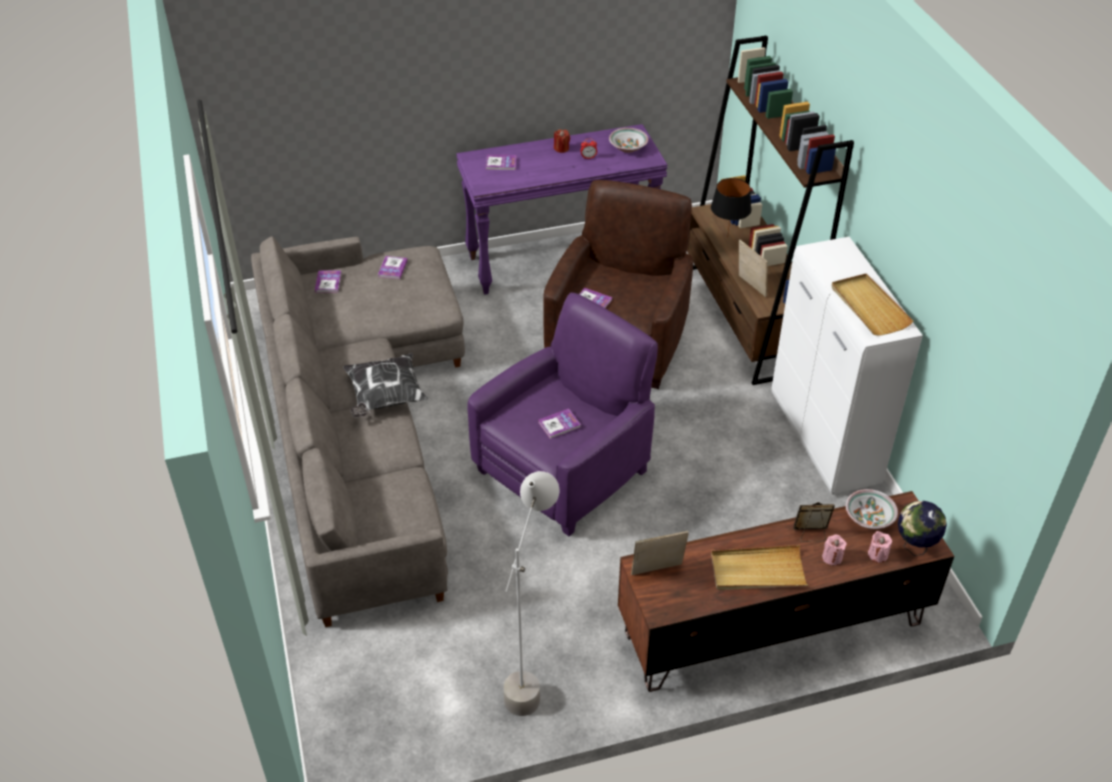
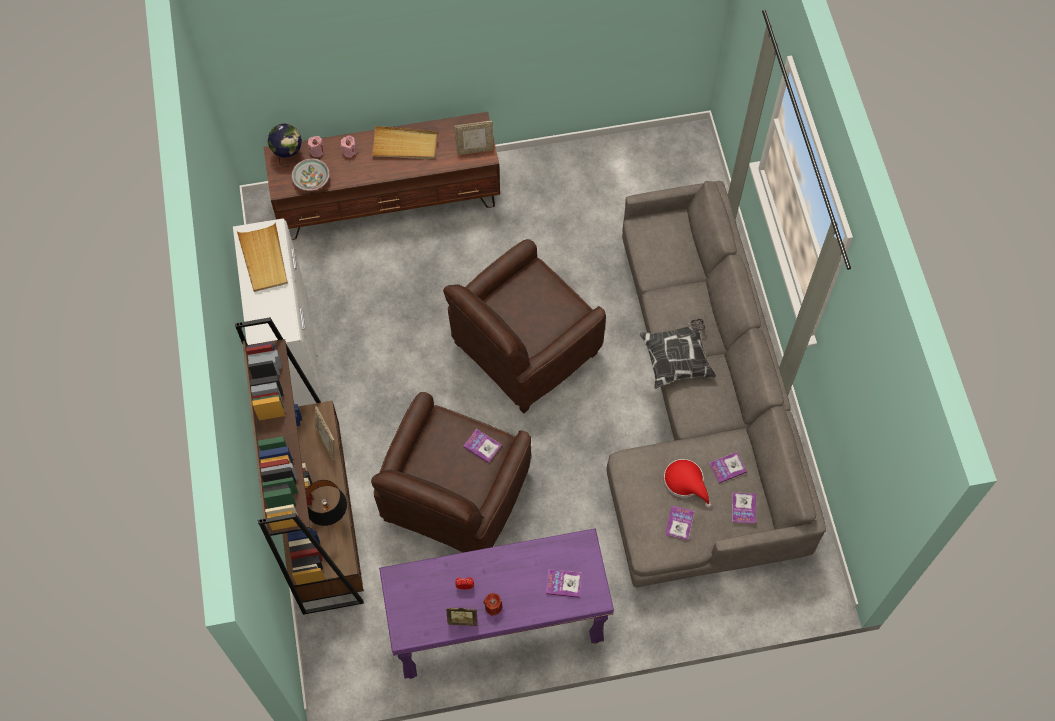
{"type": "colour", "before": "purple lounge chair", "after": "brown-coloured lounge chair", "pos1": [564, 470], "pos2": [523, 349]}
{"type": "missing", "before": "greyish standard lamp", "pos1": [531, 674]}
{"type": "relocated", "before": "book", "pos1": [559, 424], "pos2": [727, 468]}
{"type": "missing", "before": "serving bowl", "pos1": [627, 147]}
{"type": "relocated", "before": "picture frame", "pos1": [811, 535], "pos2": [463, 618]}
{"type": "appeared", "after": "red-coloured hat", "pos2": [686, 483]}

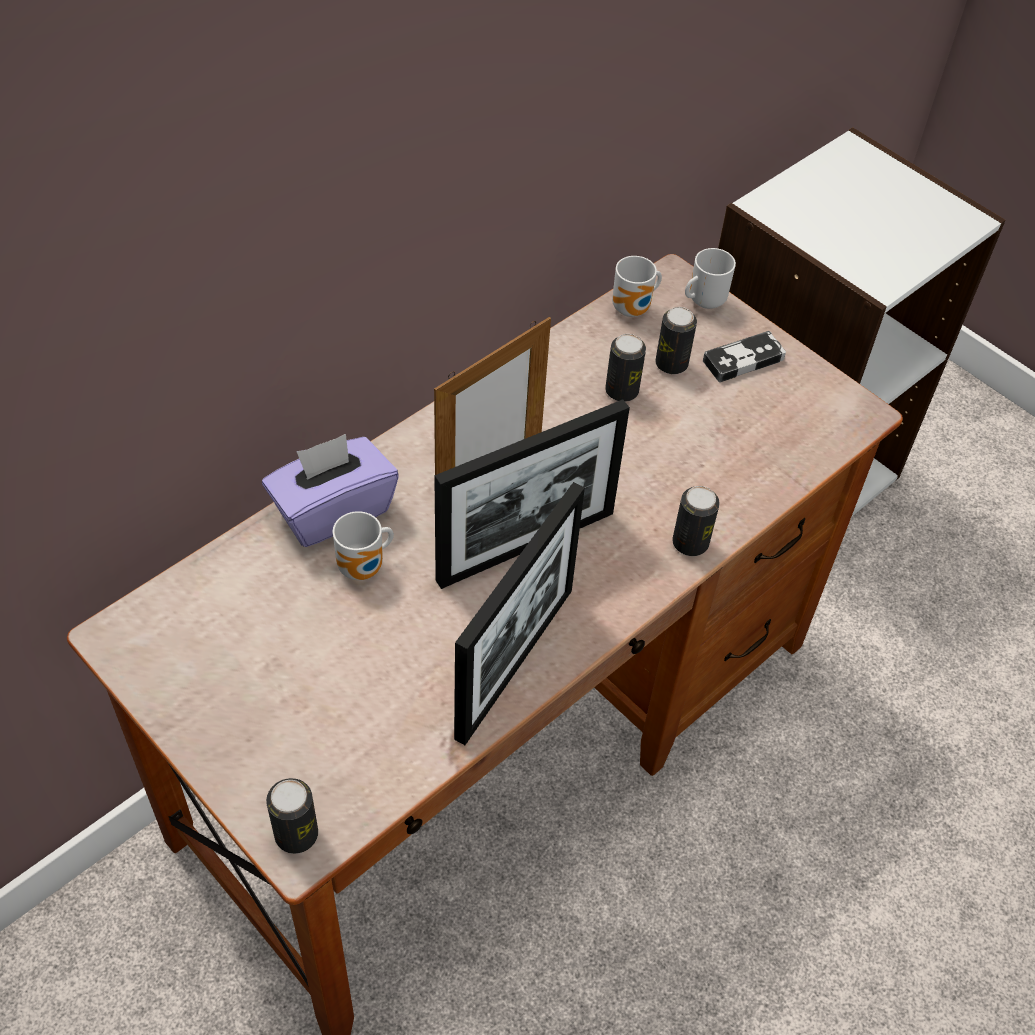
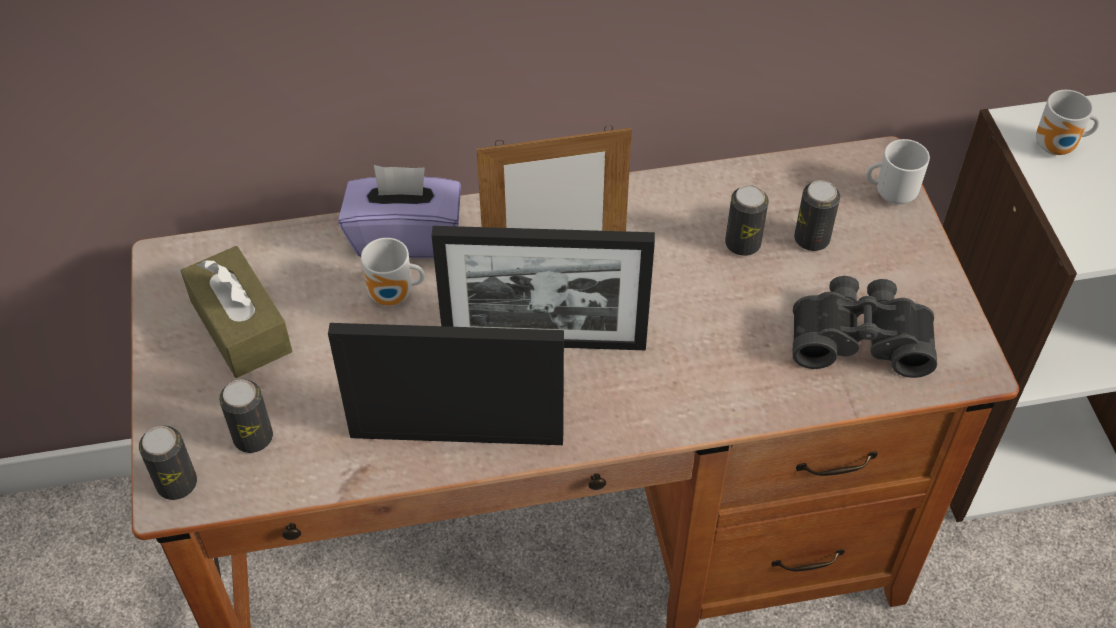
{"type": "spun", "before": "picture frame", "pos1": [515, 662], "pos2": [456, 436], "turn": -150}
{"type": "relocated", "before": "tea mug", "pos1": [634, 309], "pos2": [1057, 148]}
{"type": "relocated", "before": "can", "pos1": [690, 543], "pos2": [253, 437]}
{"type": "missing", "before": "joypad", "pos1": [743, 360]}
{"type": "appeared", "after": "brown-coloured tissue holder", "pos2": [240, 326]}
{"type": "appeared", "after": "black pair of binoculars", "pos2": [859, 337]}

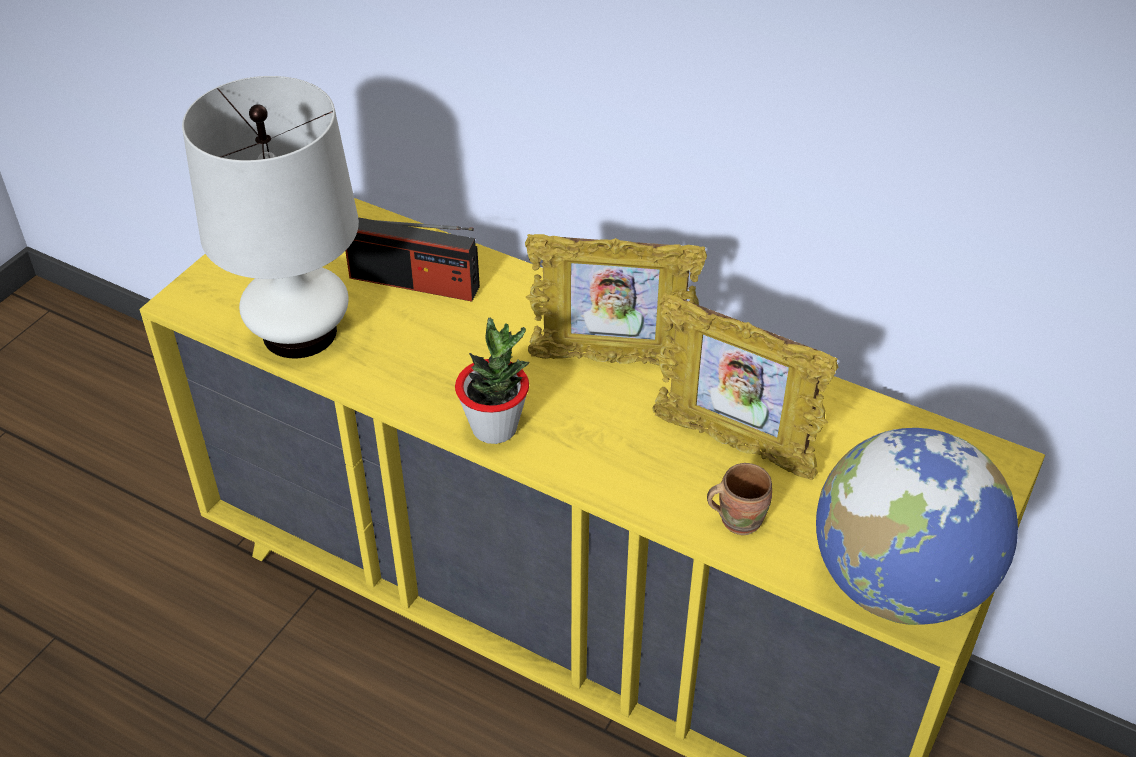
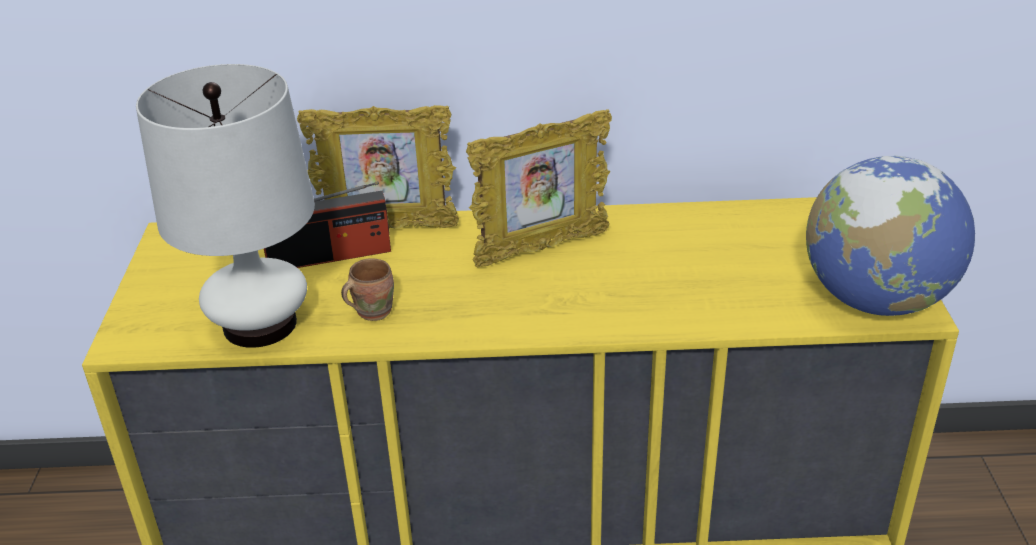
{"type": "missing", "before": "potted plant", "pos1": [495, 428]}
{"type": "relocated", "before": "picture frame", "pos1": [733, 446], "pos2": [387, 228]}
{"type": "relocated", "before": "brown-coloured tea mug", "pos1": [738, 518], "pos2": [371, 311]}

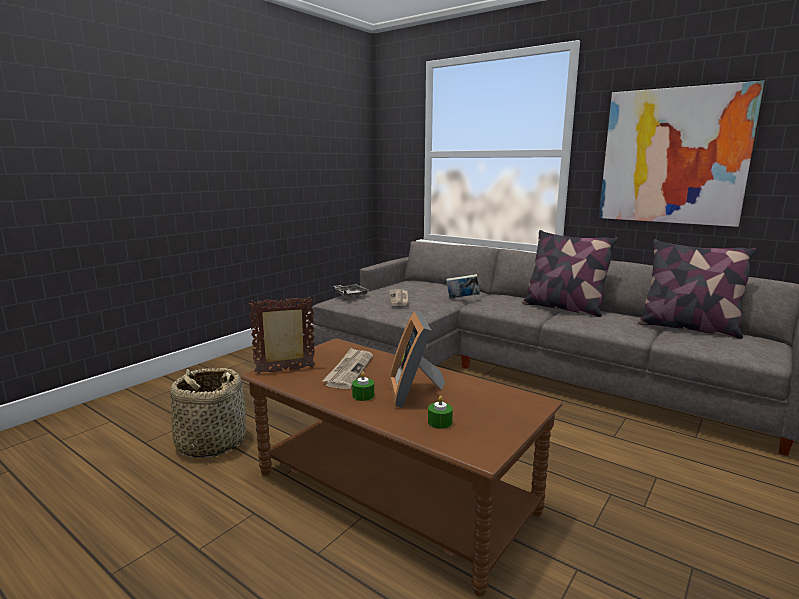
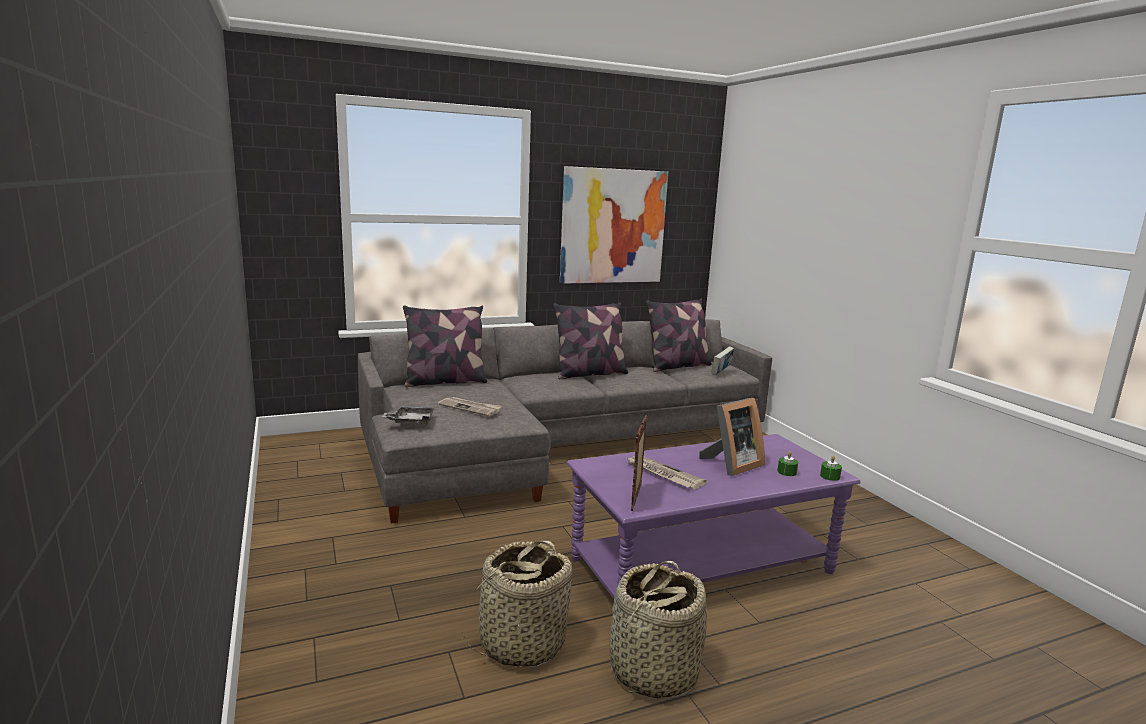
{"type": "colour", "before": "brown-coloured low table", "after": "purple low table", "pos1": [393, 493], "pos2": [702, 565]}
{"type": "relocated", "before": "green candle", "pos1": [363, 395], "pos2": [830, 476]}
{"type": "spun", "before": "picture frame", "pos1": [415, 392], "pos2": [731, 465], "turn": -60}
{"type": "relocated", "before": "book", "pos1": [462, 298], "pos2": [721, 372]}
{"type": "appeared", "after": "cushion", "pos2": [445, 382]}
{"type": "appeared", "after": "basket", "pos2": [652, 671]}

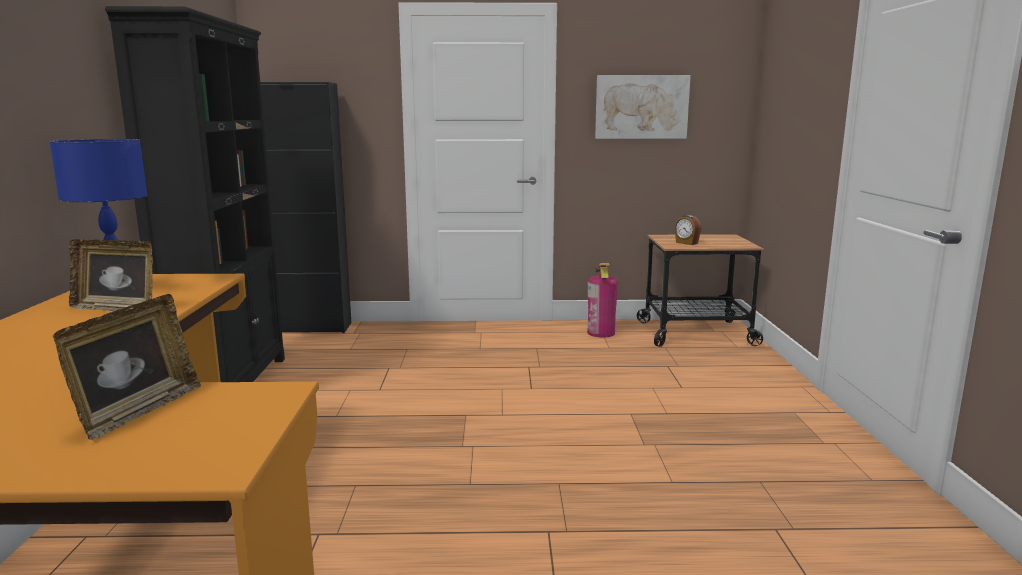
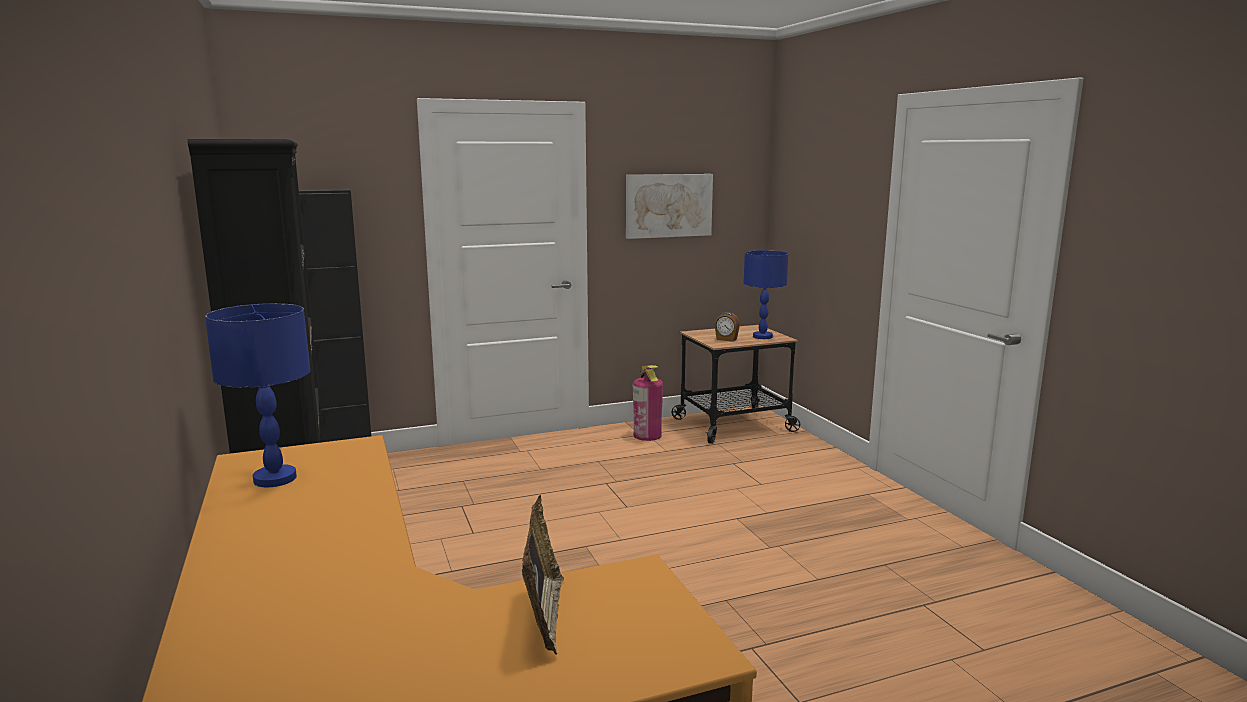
{"type": "missing", "before": "picture frame", "pos1": [117, 309]}
{"type": "appeared", "after": "blue table lamp", "pos2": [762, 337]}

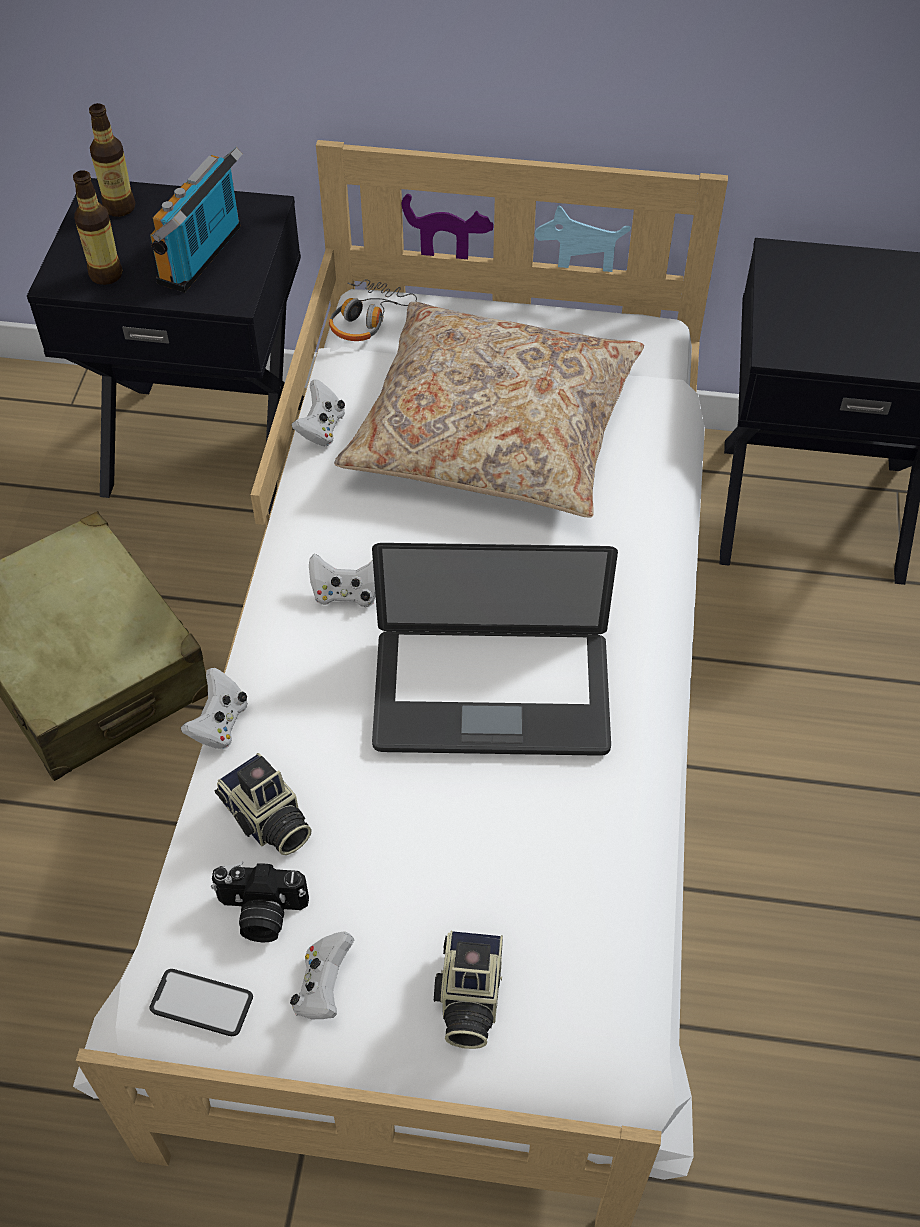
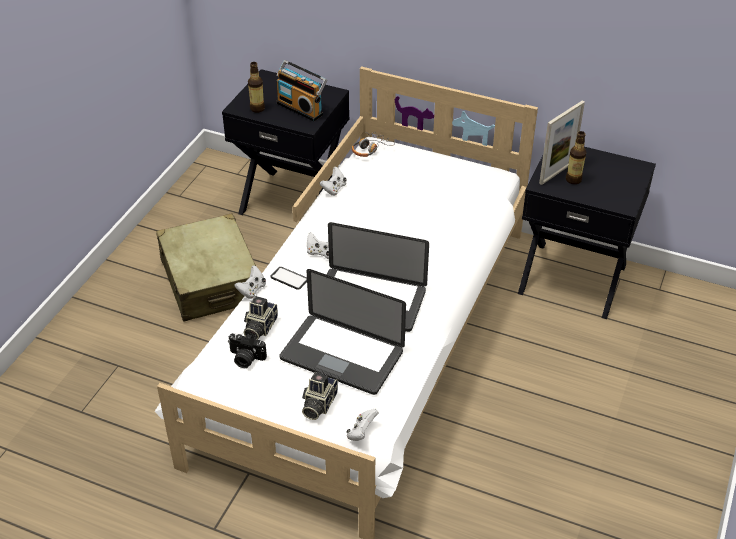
{"type": "relocated", "before": "bottle", "pos1": [120, 207], "pos2": [573, 180]}
{"type": "spun", "before": "radio receiver", "pos1": [205, 256], "pos2": [301, 108], "turn": -90}
{"type": "relocated", "before": "telephone", "pos1": [201, 1003], "pos2": [289, 278]}
{"type": "spun", "before": "still camera", "pos1": [266, 821], "pos2": [259, 327], "turn": 45}
{"type": "relocated", "before": "whitish joypad", "pos1": [323, 987], "pos2": [361, 432]}
{"type": "missing", "before": "sand-coloured cushion", "pos1": [494, 431]}
{"type": "appeared", "after": "portable computer", "pos2": [342, 355]}
{"type": "appeared", "after": "picture frame", "pos2": [557, 172]}

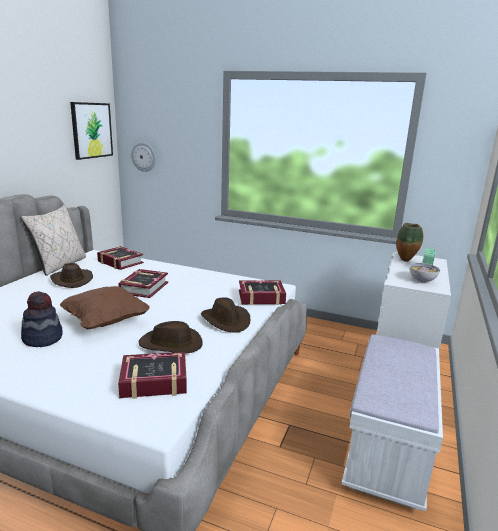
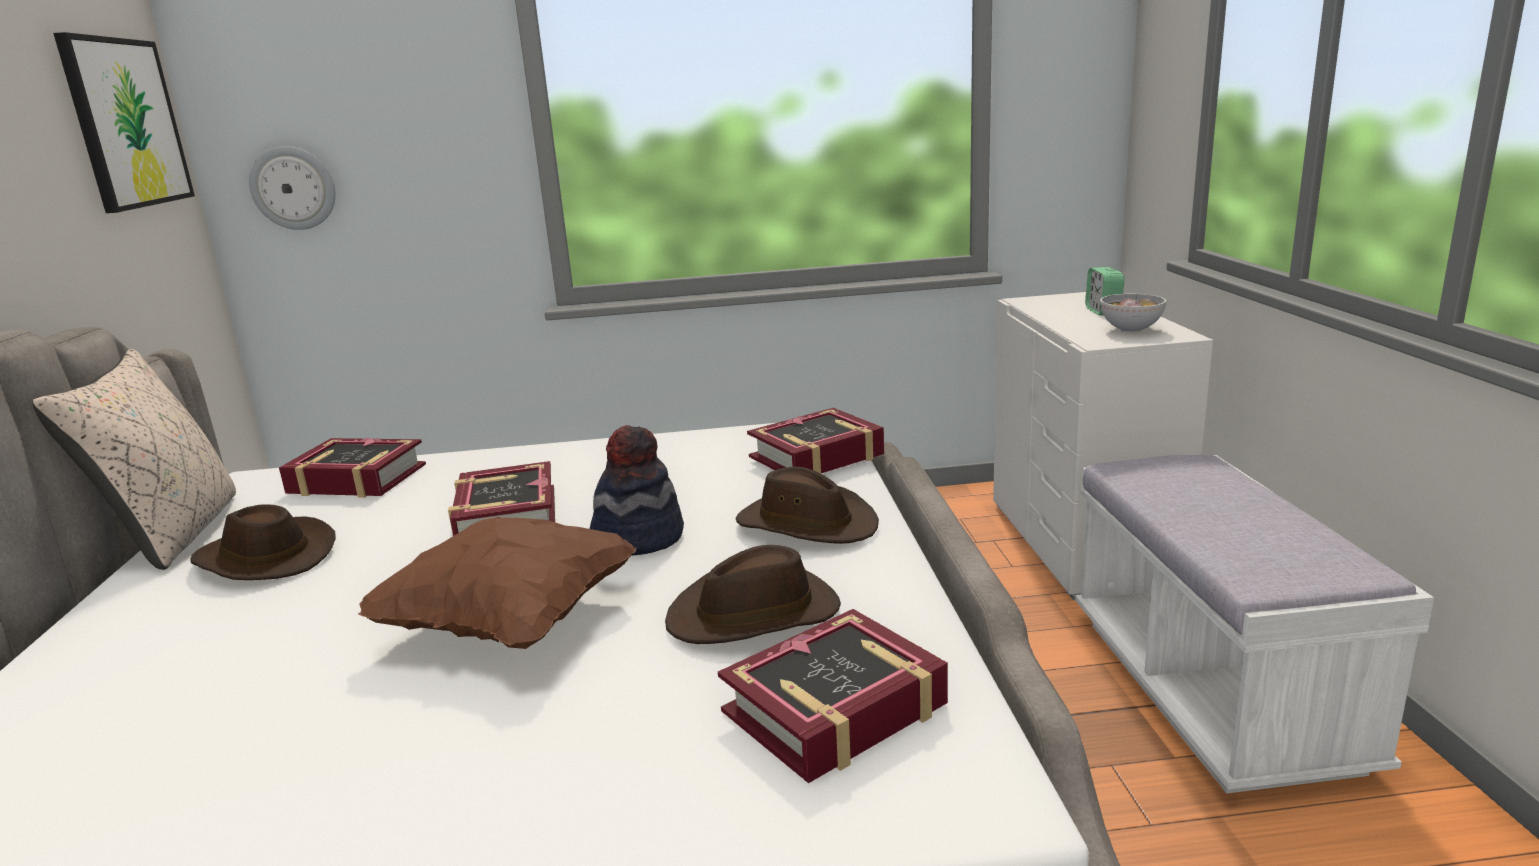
{"type": "relocated", "before": "hat", "pos1": [42, 338], "pos2": [638, 538]}
{"type": "missing", "before": "vase", "pos1": [406, 261]}

